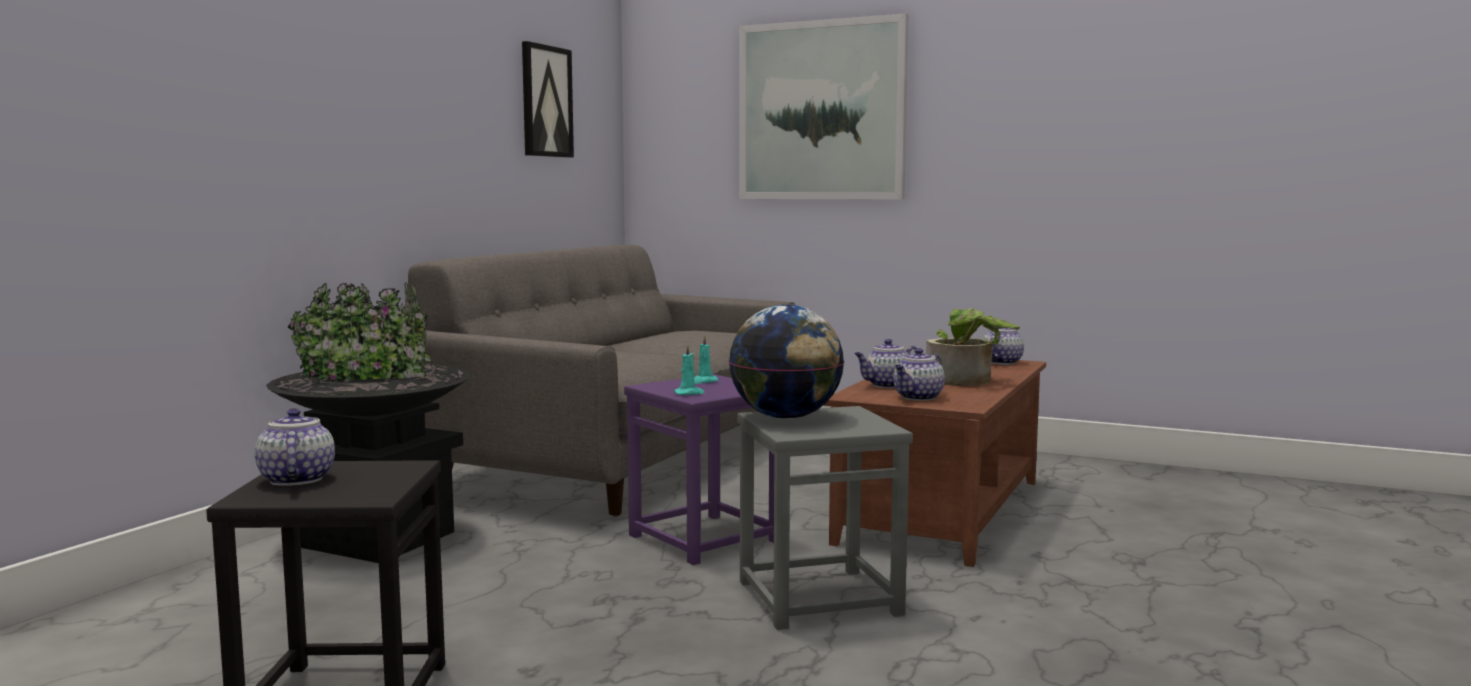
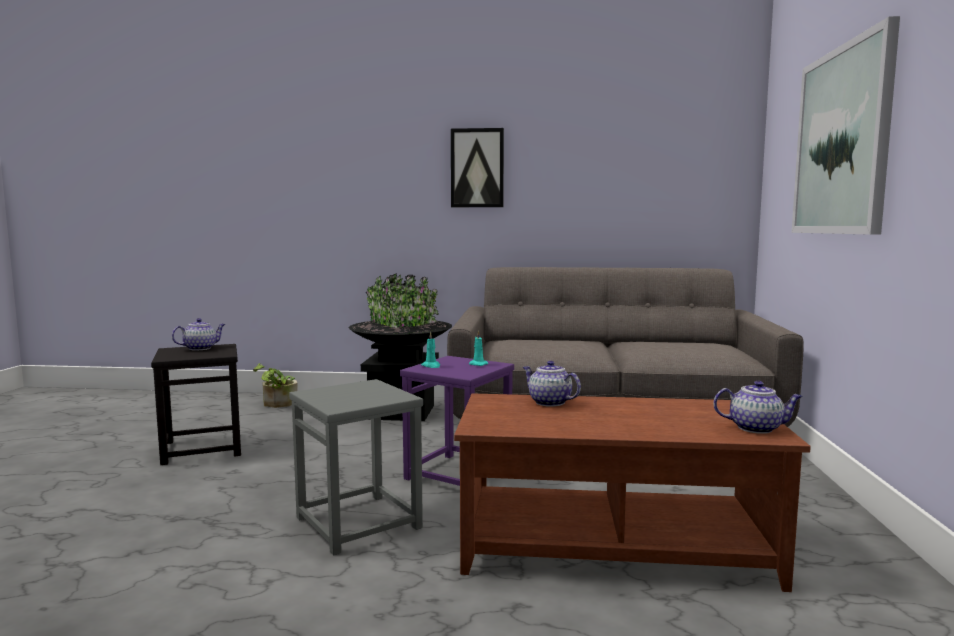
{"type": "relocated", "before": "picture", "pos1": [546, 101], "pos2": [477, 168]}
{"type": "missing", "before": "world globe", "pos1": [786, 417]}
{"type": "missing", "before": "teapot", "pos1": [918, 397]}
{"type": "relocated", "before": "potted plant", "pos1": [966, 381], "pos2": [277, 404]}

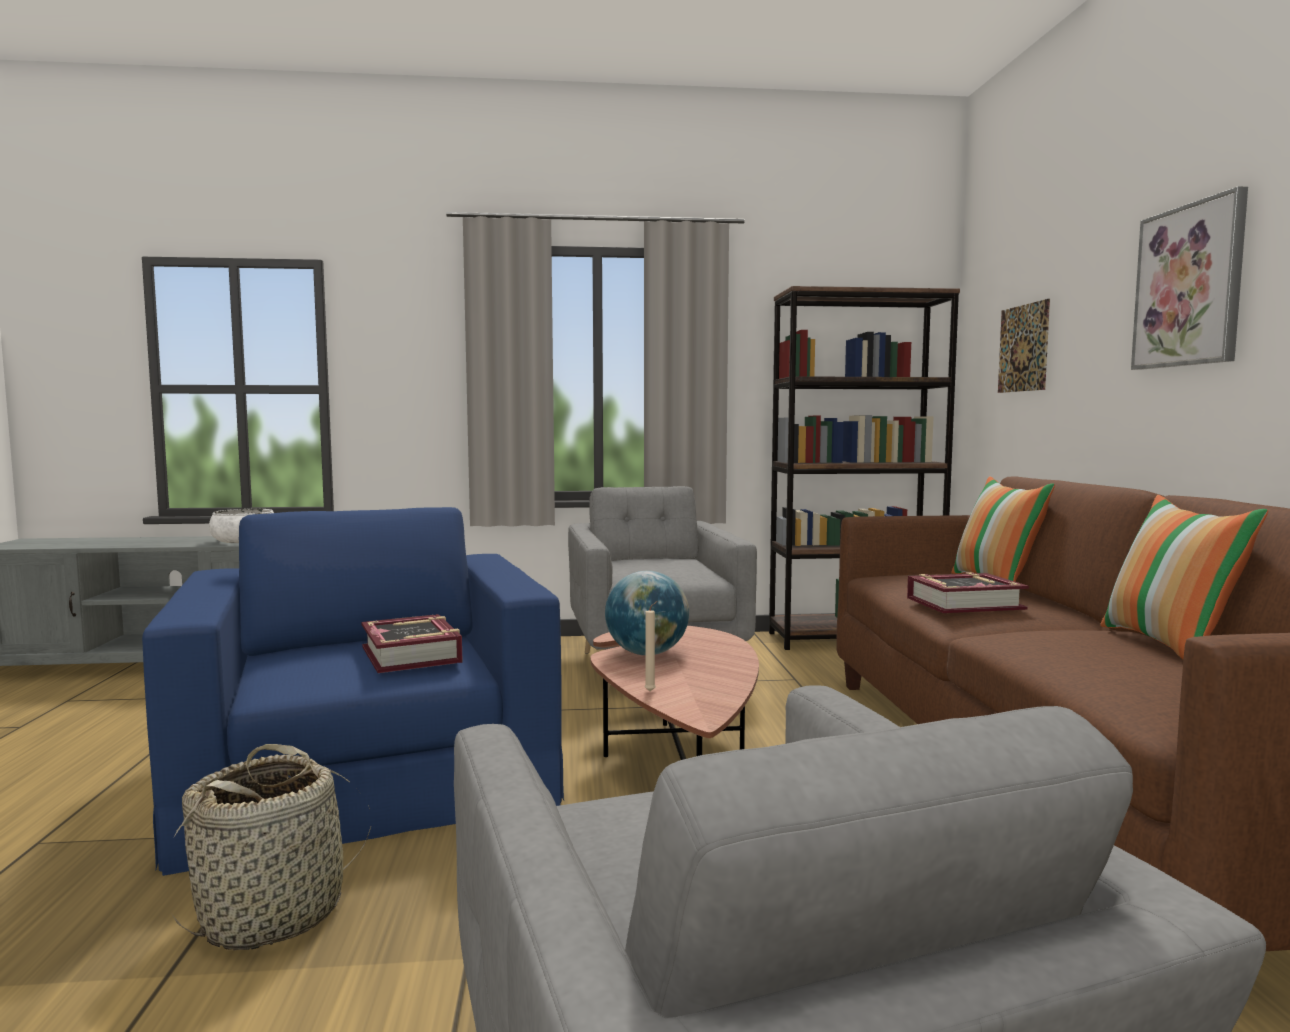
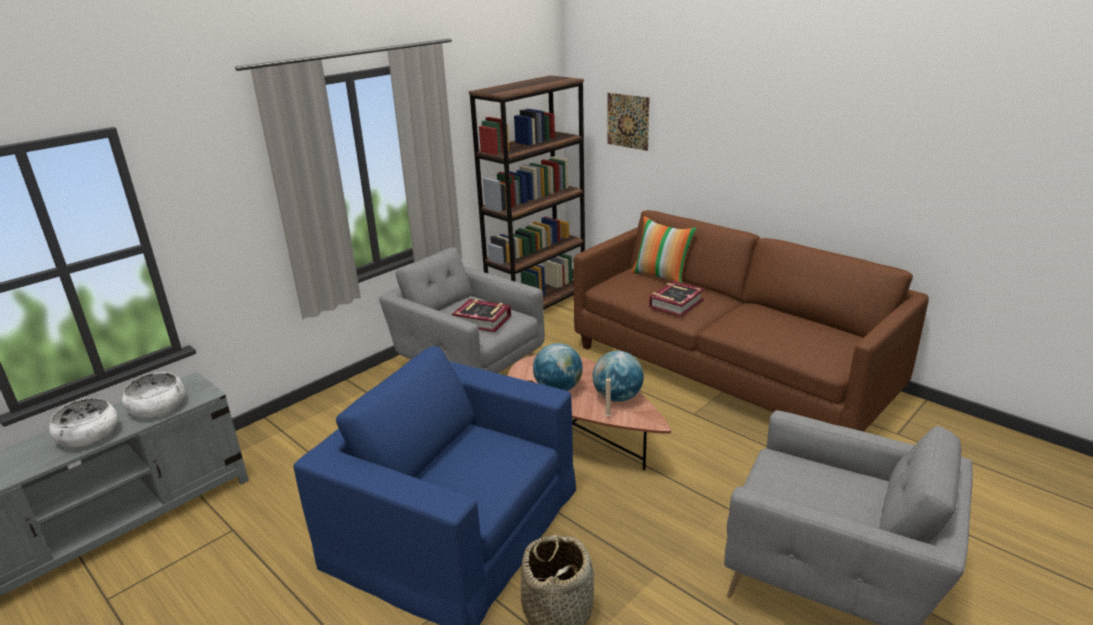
{"type": "relocated", "before": "book", "pos1": [412, 655], "pos2": [482, 320]}
{"type": "missing", "before": "cushion", "pos1": [1169, 645]}
{"type": "missing", "before": "picture", "pos1": [1189, 286]}
{"type": "appeared", "after": "whitish serving bowl", "pos2": [89, 435]}
{"type": "appeared", "after": "world globe", "pos2": [617, 397]}

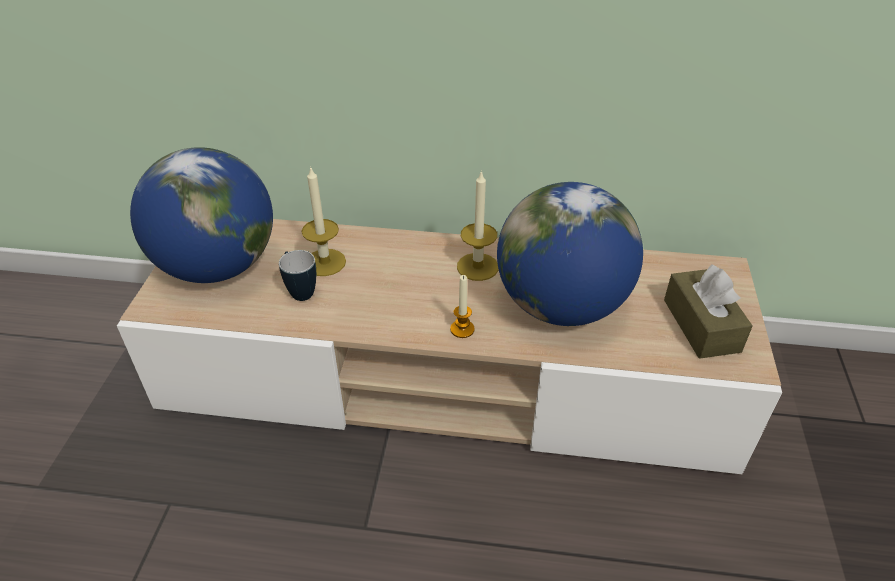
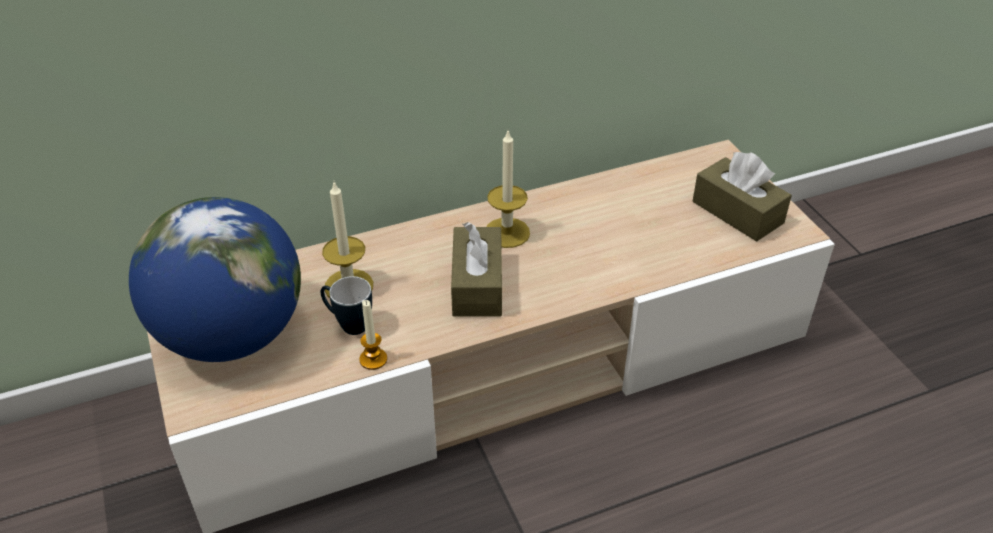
{"type": "relocated", "before": "candle", "pos1": [462, 329], "pos2": [373, 359]}
{"type": "missing", "before": "world globe", "pos1": [561, 306]}
{"type": "appeared", "after": "brown-coloured tissue holder", "pos2": [477, 285]}

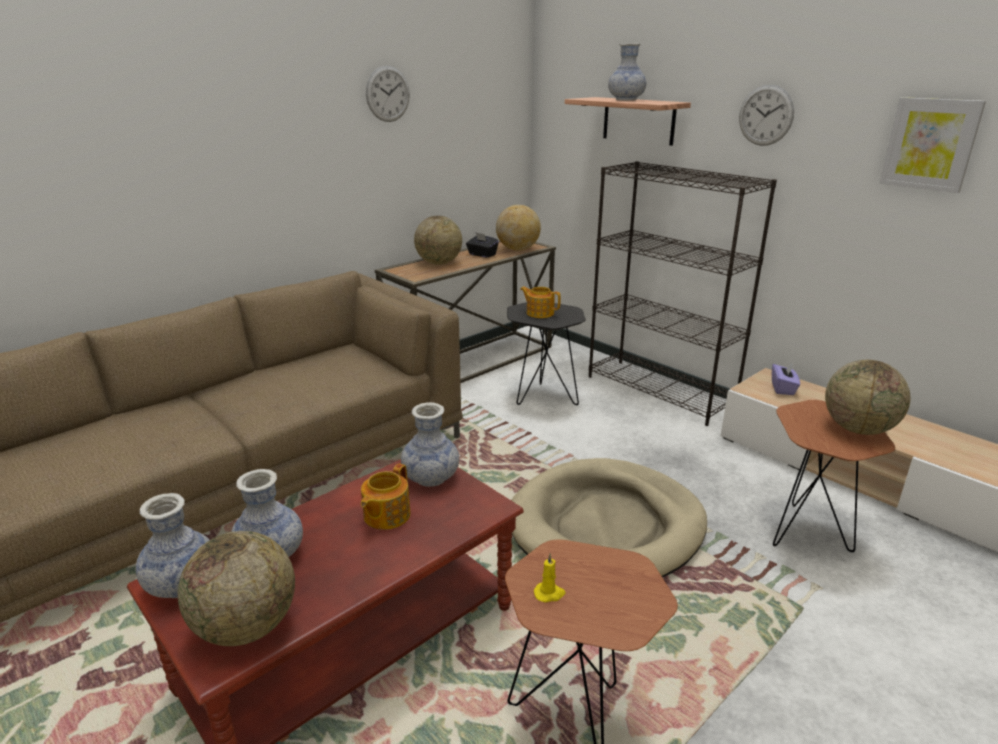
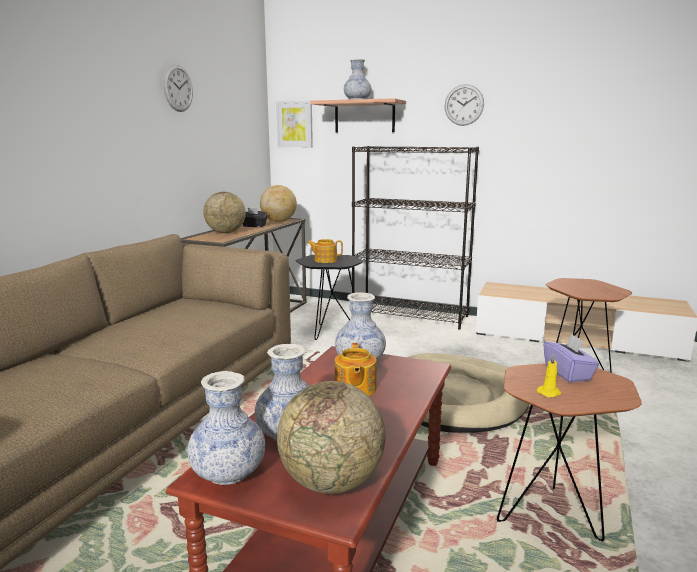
{"type": "relocated", "before": "purple tissue holder", "pos1": [783, 388], "pos2": [568, 373]}
{"type": "missing", "before": "world globe", "pos1": [858, 429]}
{"type": "relocated", "before": "picture", "pos1": [930, 144], "pos2": [294, 124]}

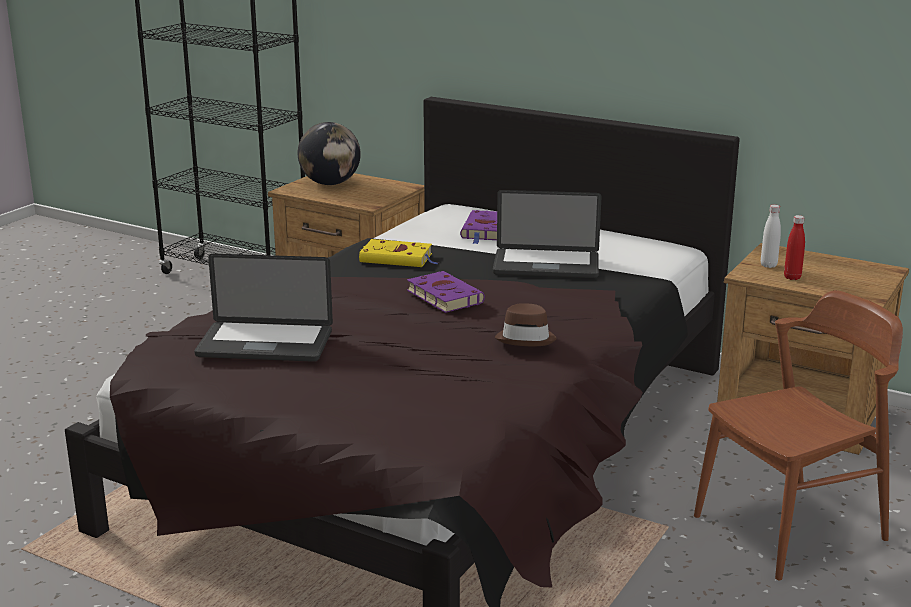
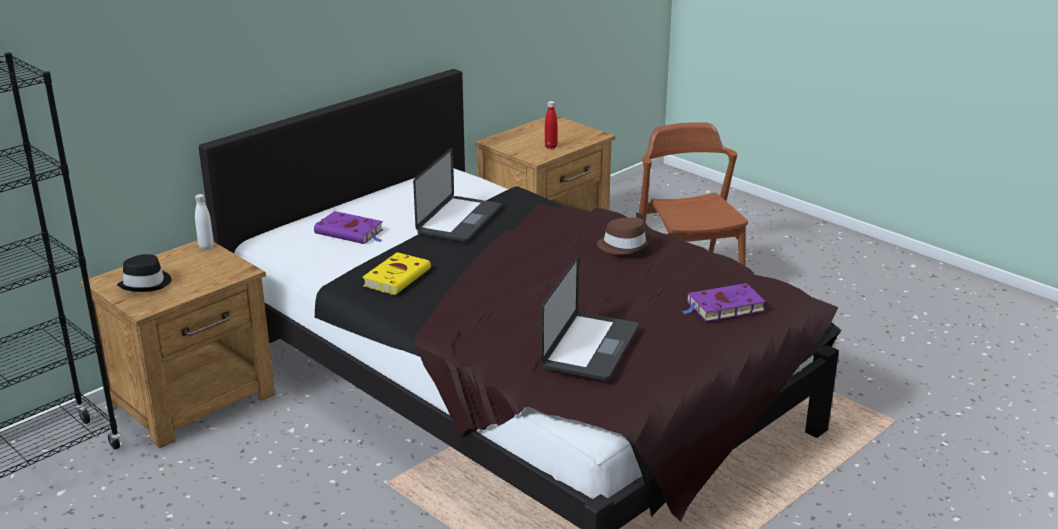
{"type": "exchanged", "before": "world globe", "after": "black hat", "pos1": [330, 183], "pos2": [146, 283]}
{"type": "relocated", "before": "purple book", "pos1": [443, 296], "pos2": [723, 307]}
{"type": "relocated", "before": "whitish bottle", "pos1": [768, 265], "pos2": [206, 247]}

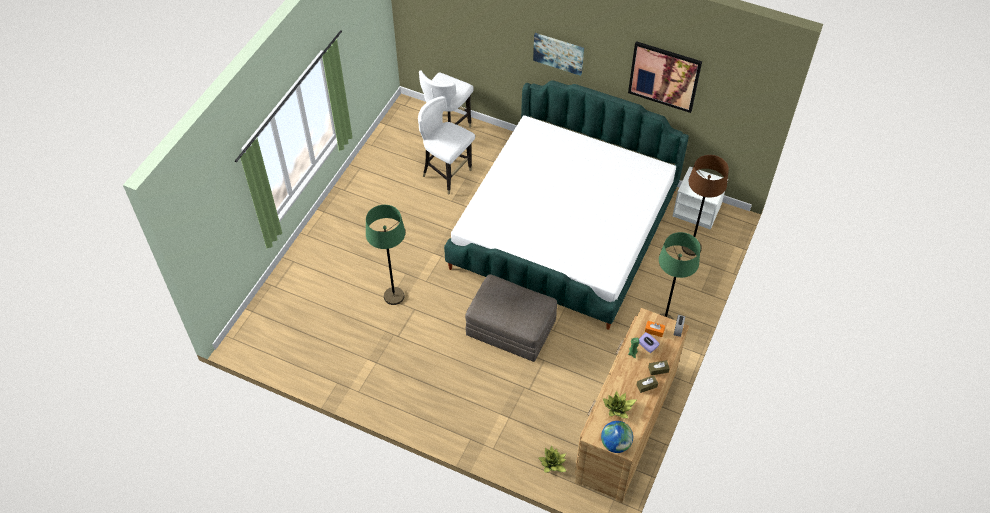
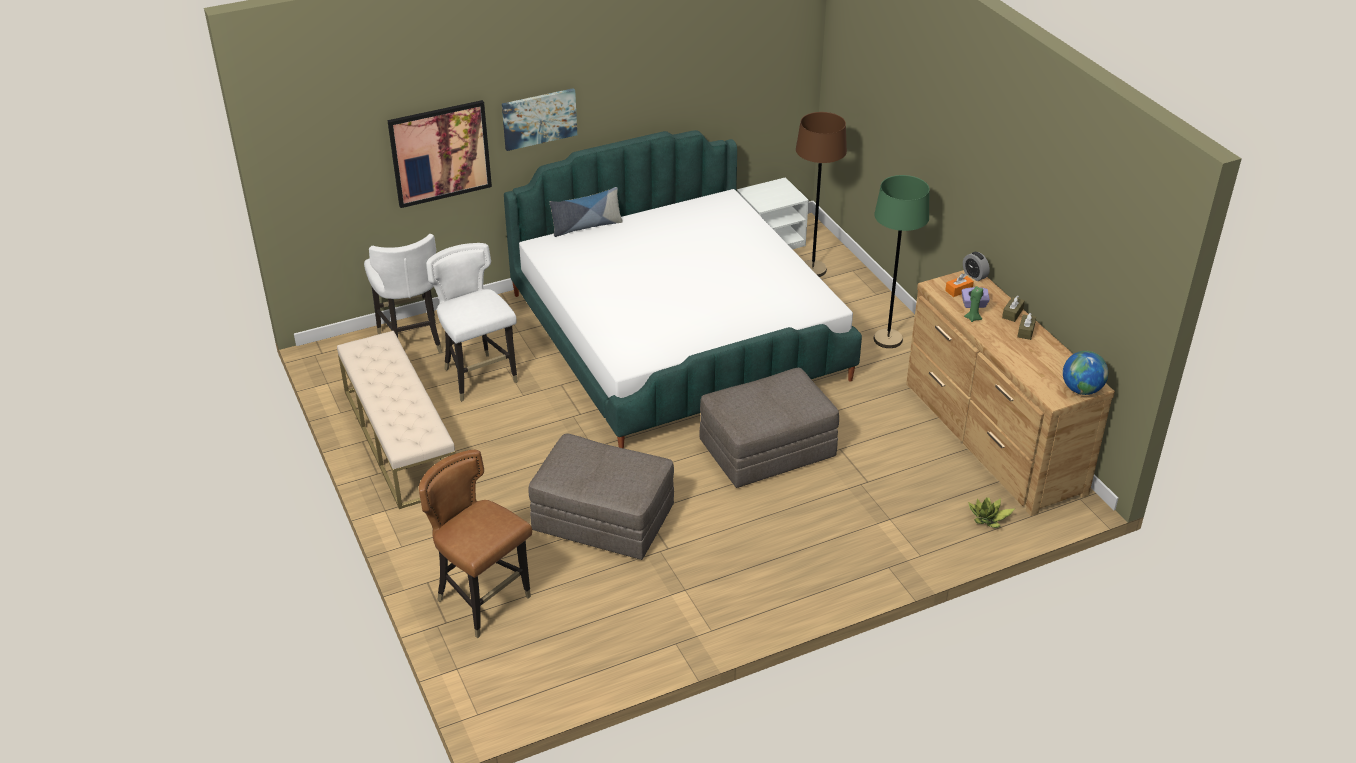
{"type": "exchanged", "before": "green standard lamp", "after": "greyish pouffe", "pos1": [394, 296], "pos2": [602, 519]}
{"type": "spun", "before": "whitish plain chair", "pos1": [447, 175], "pos2": [479, 377], "turn": 75}
{"type": "missing", "before": "potted plant", "pos1": [618, 408]}
{"type": "relocated", "before": "picture", "pos1": [664, 76], "pos2": [440, 153]}
{"type": "appeared", "after": "sand-coloured long seat", "pos2": [399, 439]}
{"type": "appeared", "after": "brown-coloured plain chair", "pos2": [483, 602]}
{"type": "appeared", "after": "cushion", "pos2": [586, 226]}

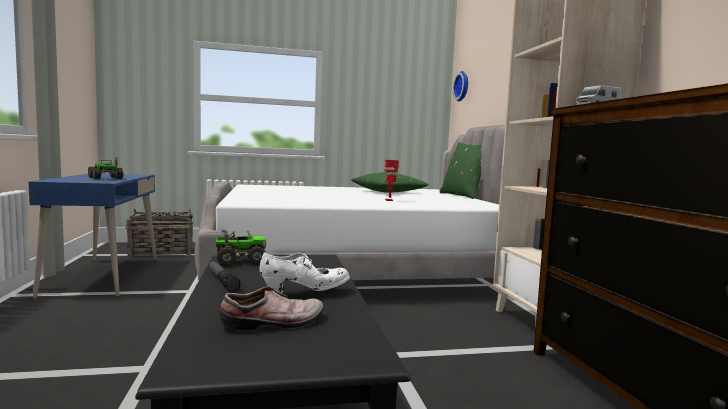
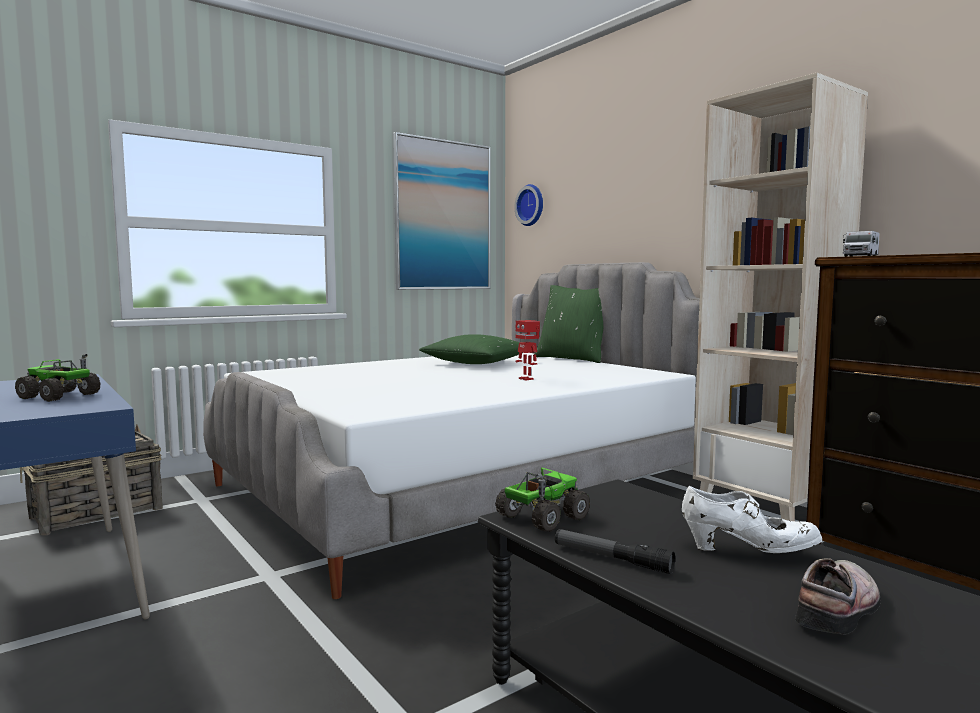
{"type": "spun", "before": "whitish shoe", "pos1": [306, 293], "pos2": [749, 551], "turn": 60}
{"type": "appeared", "after": "picture", "pos2": [443, 215]}

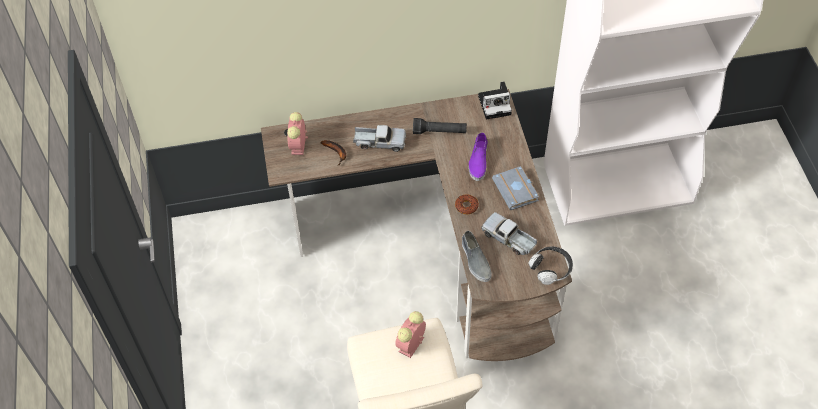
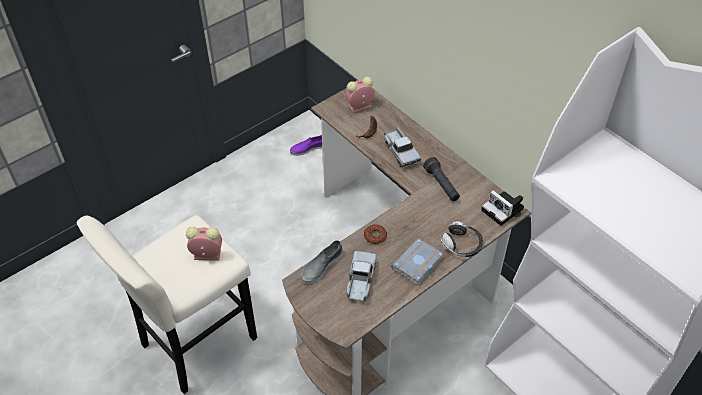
{"type": "relocated", "before": "purple shoe", "pos1": [478, 161], "pos2": [308, 148]}
{"type": "relocated", "before": "headphones", "pos1": [551, 269], "pos2": [462, 245]}

